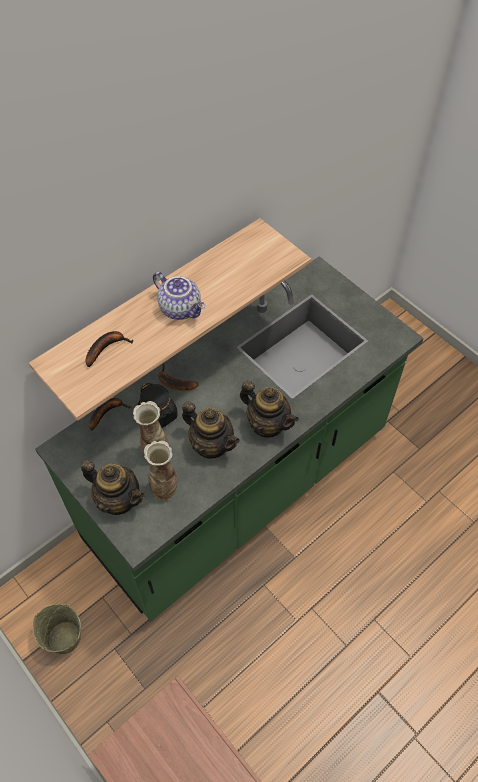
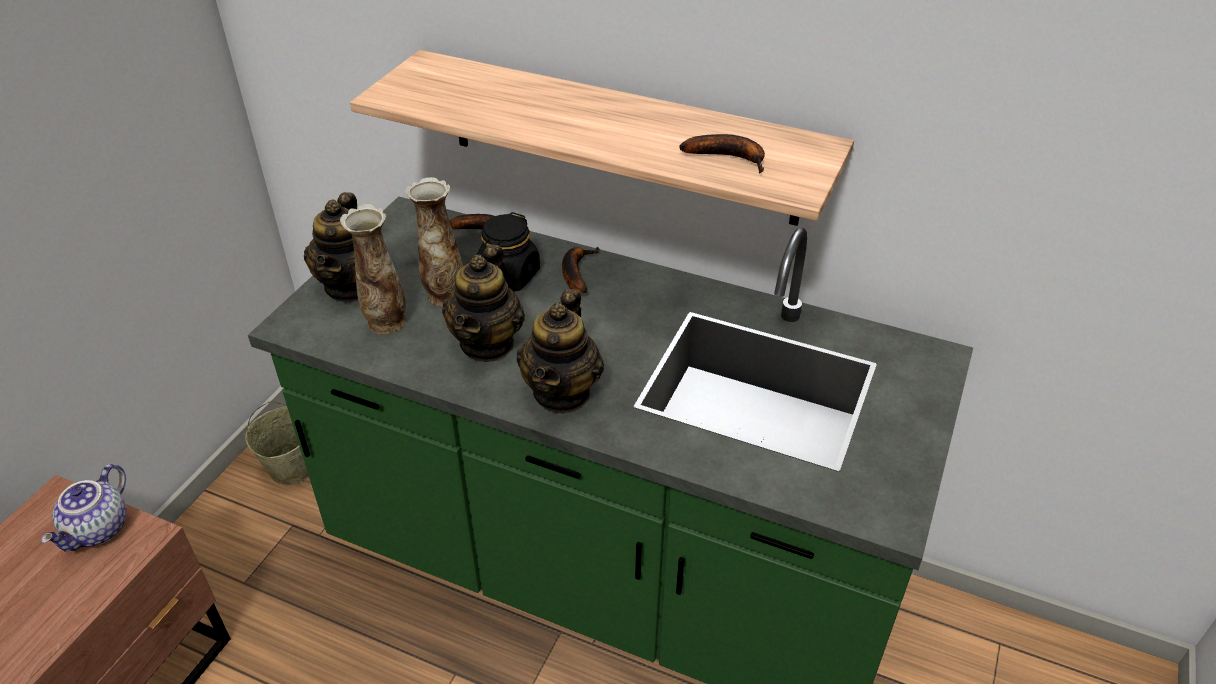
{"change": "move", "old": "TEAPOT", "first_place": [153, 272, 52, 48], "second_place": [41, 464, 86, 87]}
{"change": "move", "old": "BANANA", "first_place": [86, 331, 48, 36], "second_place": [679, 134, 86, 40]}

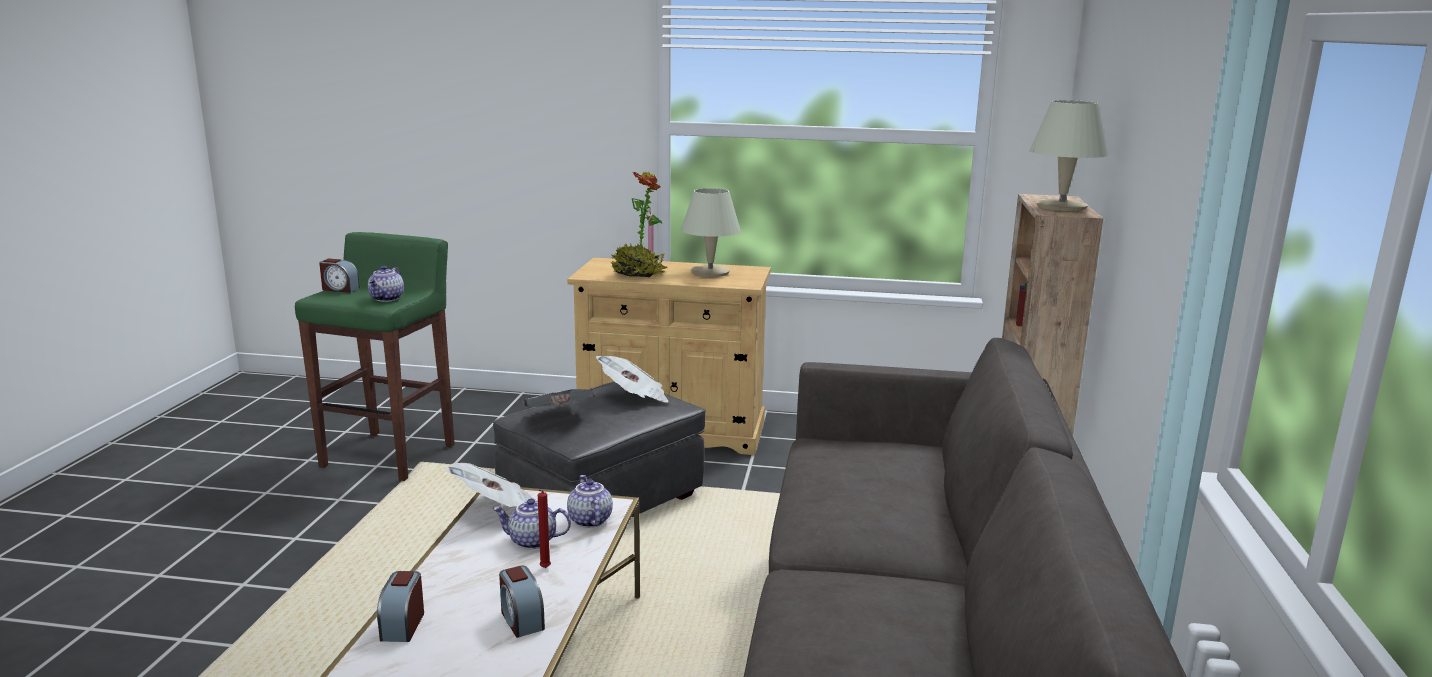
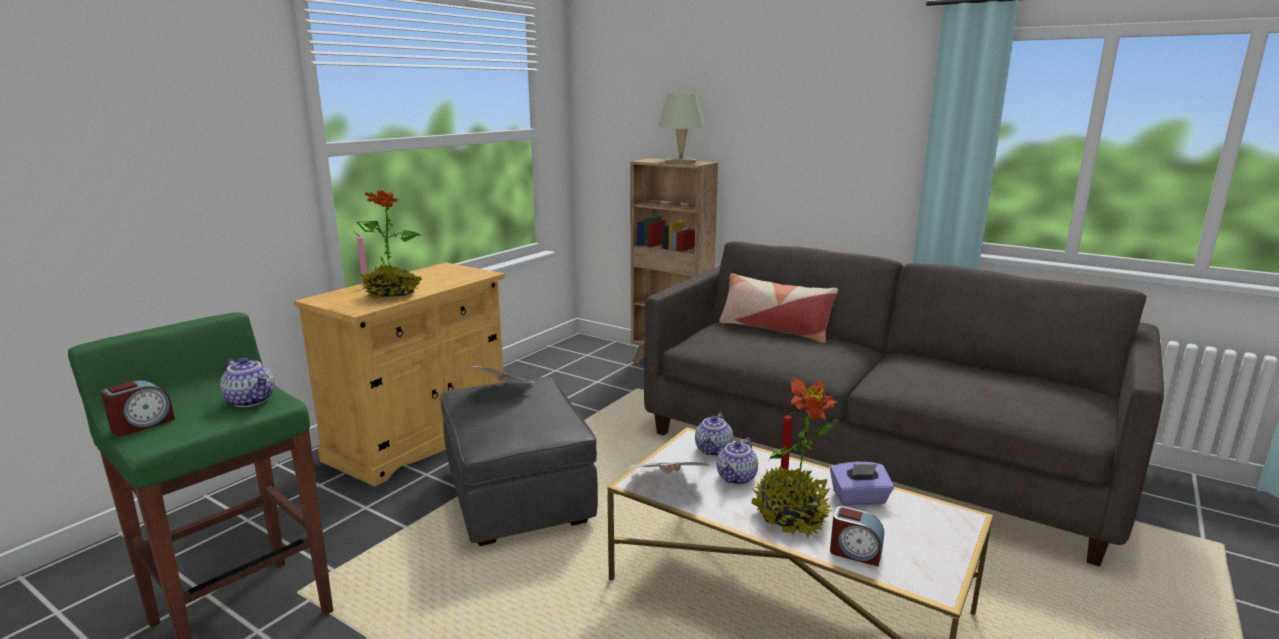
{"change": "rotate", "old": "TEAPOT", "first_place": [567, 475, 46, 53], "second_place": [695, 413, 38, 43], "degrees": -75}
{"change": "insert", "new": "PILLOW", "second_place": [719, 273, 119, 70]}
{"change": "insert", "new": "POTTED PLANT", "second_place": [751, 377, 88, 160]}
{"change": "replace", "old": "ALARM CLOCK", "new": "PURPLE TISSUE BOX", "first_place": [499, 566, 46, 72], "second_place": [830, 462, 64, 44]}
{"change": "delete", "old": "NEWSPAPER", "first_place": [522, 389, 73, 18]}
{"change": "delete", "old": "BEIGE TABLE LAMP", "first_place": [681, 188, 60, 89]}

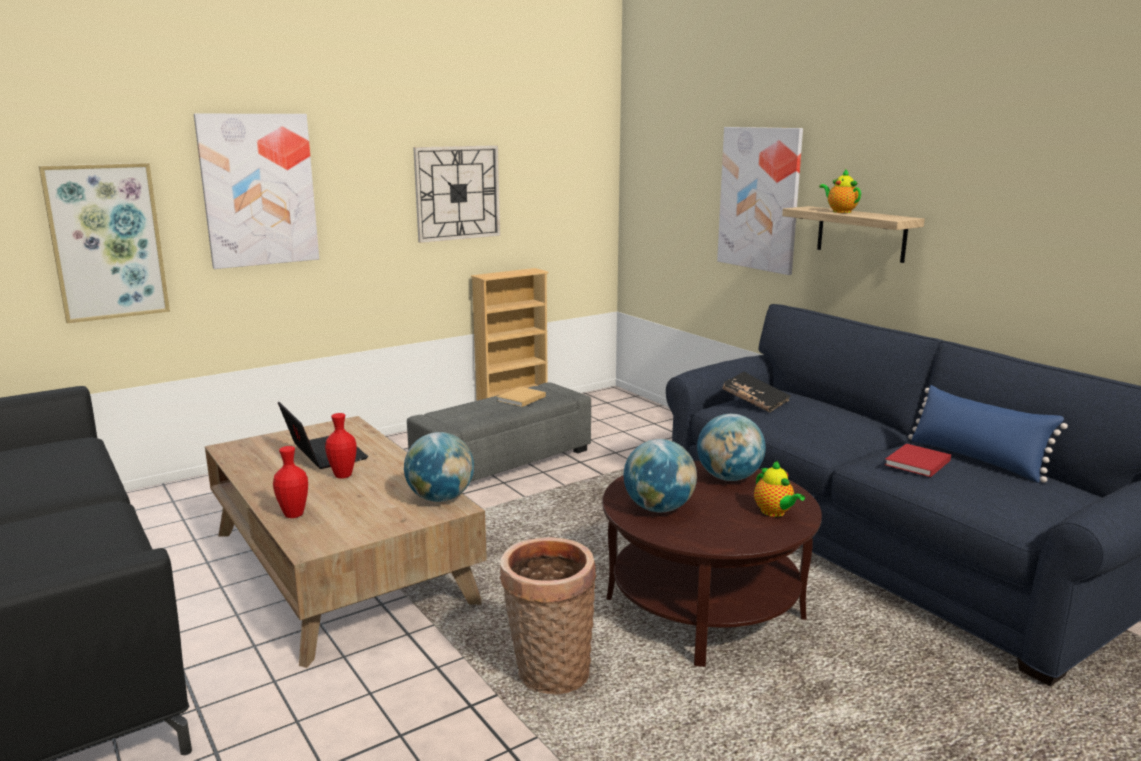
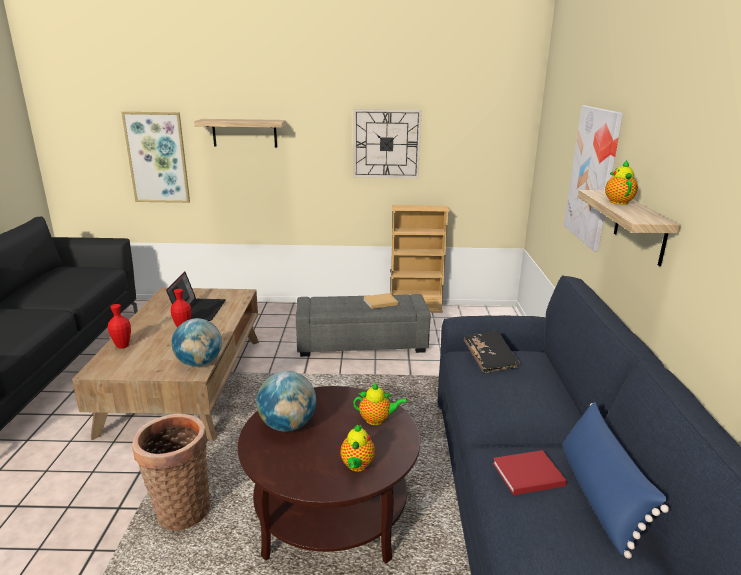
{"change": "replace", "old": "PICTURE", "new": "SHELF", "first_place": [194, 114, 125, 155], "second_place": [194, 119, 92, 28]}
{"change": "replace", "old": "GLOBE", "new": "TEAPOT", "first_place": [697, 414, 69, 67], "second_place": [353, 383, 54, 42]}

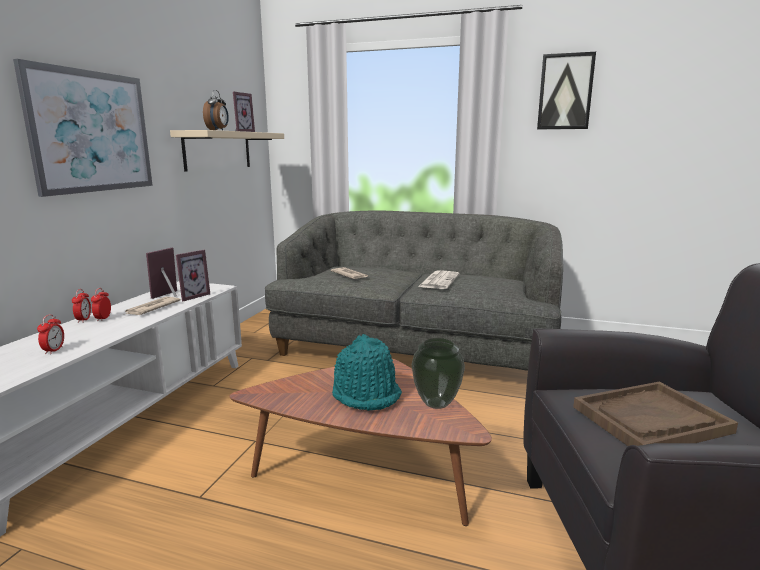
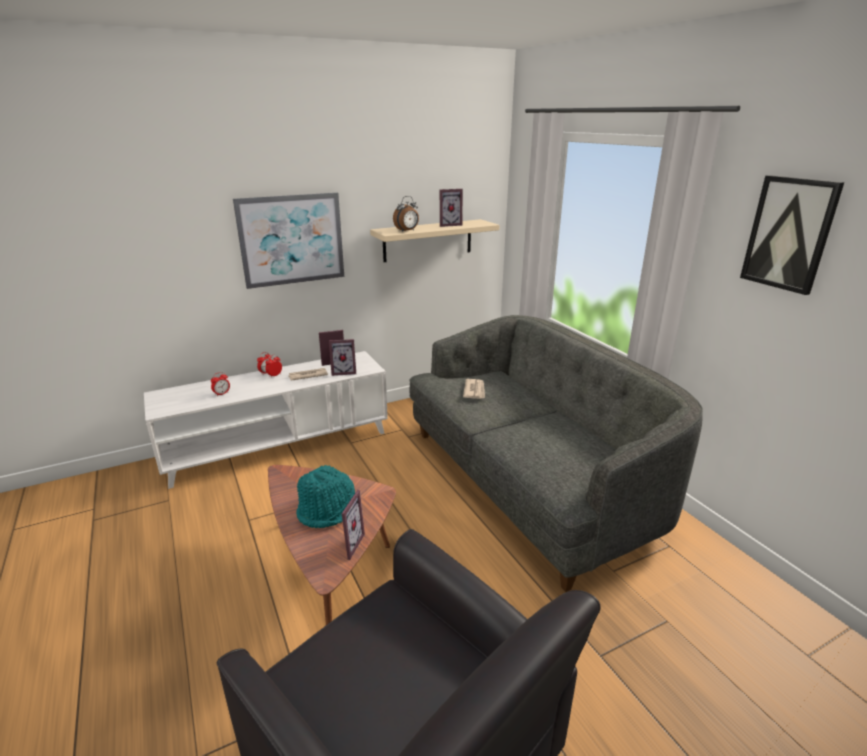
{"change": "replace", "old": "VASE", "new": "PICTURE FRAME", "first_place": [412, 338, 53, 71], "second_place": [342, 490, 23, 70]}
{"change": "delete", "old": "NEWSPAPER", "first_place": [418, 271, 41, 18]}
{"change": "delete", "old": "BROWN TRAY", "first_place": [573, 382, 165, 64]}

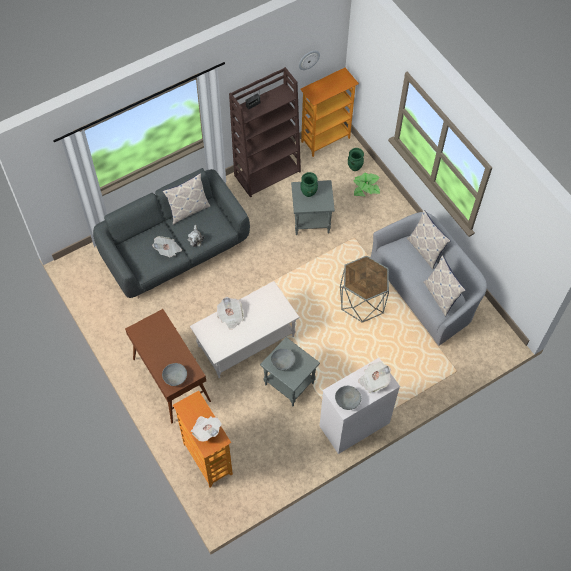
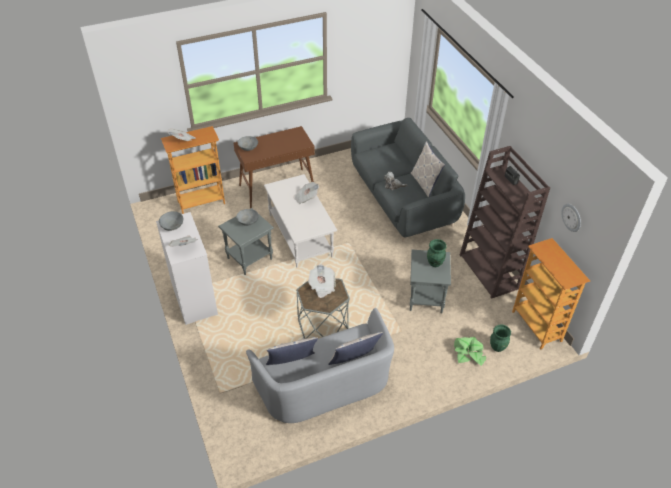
{"change": "move", "old": "NEWSPAPER", "first_place": [152, 236, 30, 21], "second_place": [308, 264, 28, 34]}

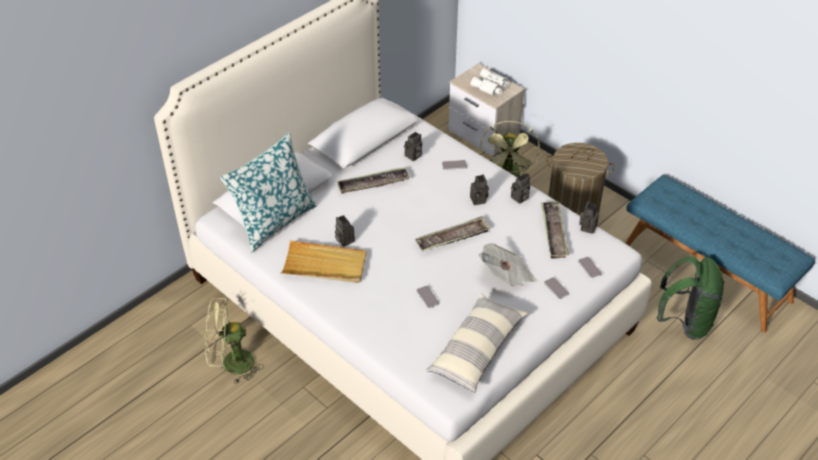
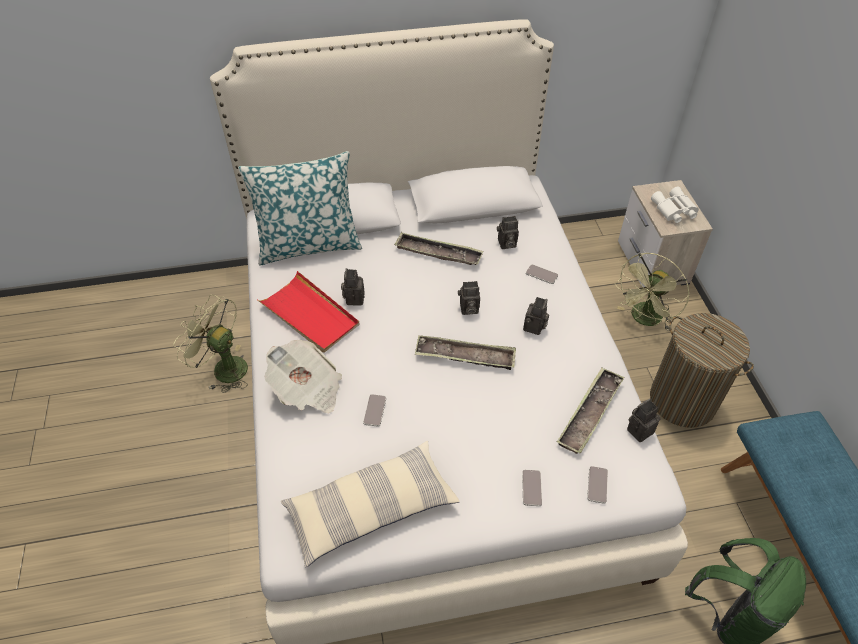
{"change": "recolor", "old": "BEIGE TRAY", "new": "RED TRAY", "first_place": [280, 240, 87, 43], "second_place": [257, 271, 103, 82]}
{"change": "move", "old": "NEWSPAPER", "first_place": [479, 243, 58, 44], "second_place": [264, 340, 78, 73]}
{"change": "move", "old": "PHOTO CAMERA", "first_place": [511, 174, 19, 30], "second_place": [458, 281, 22, 34]}

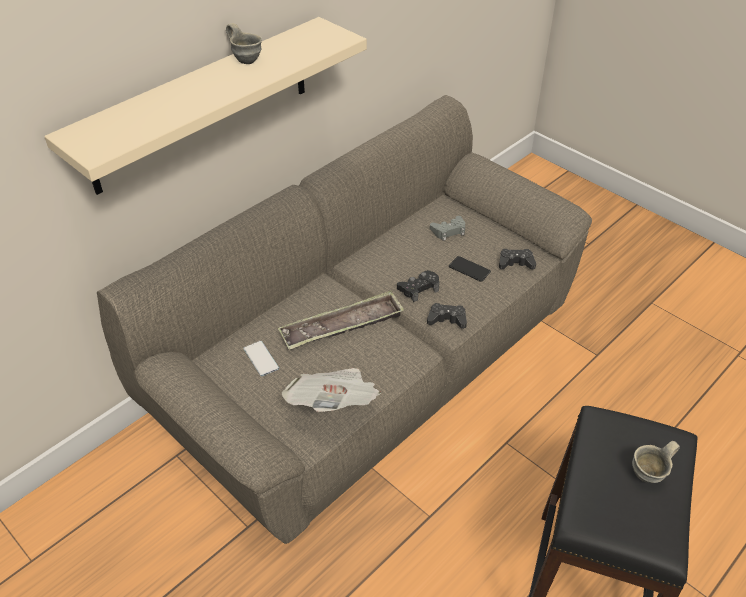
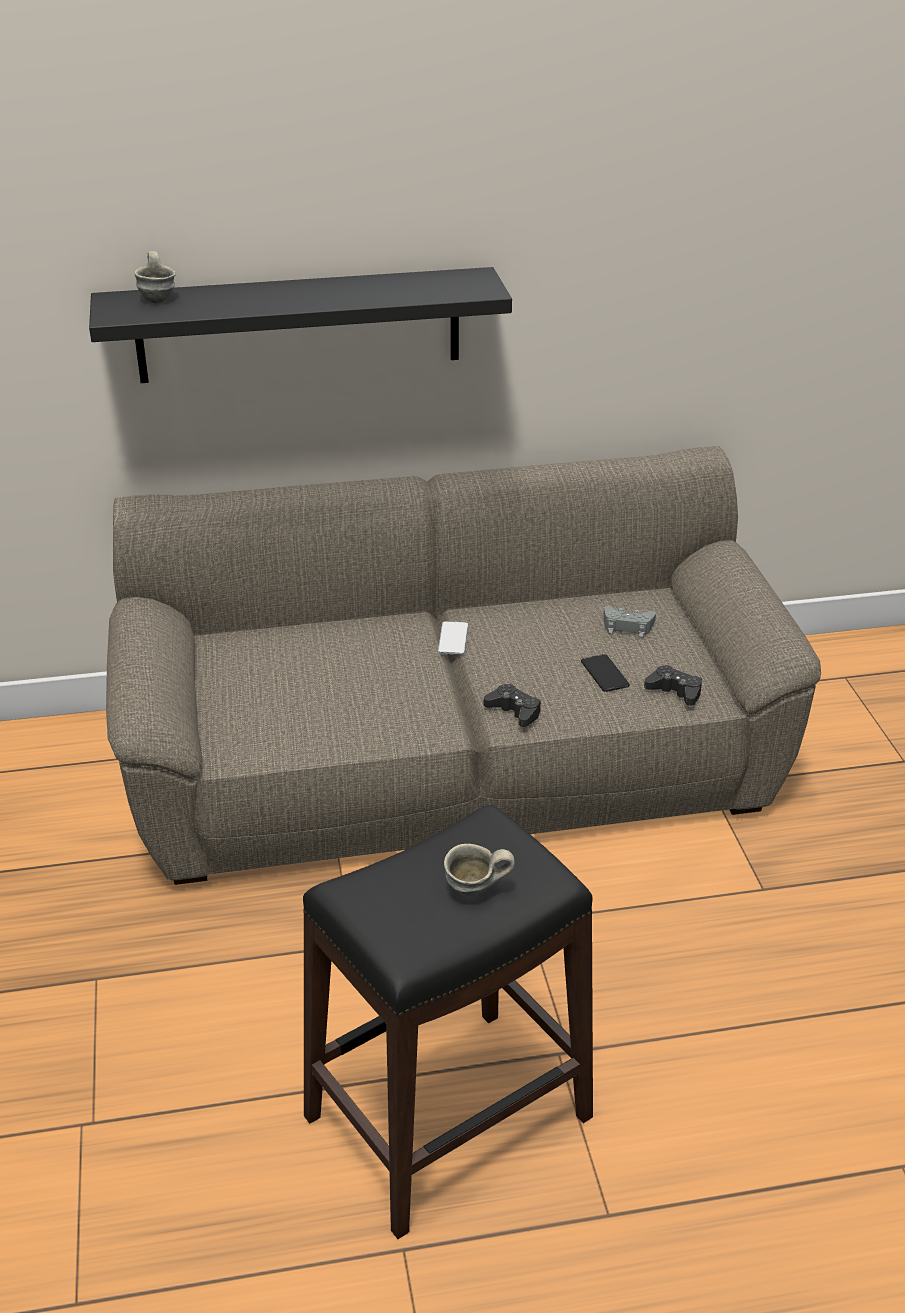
{"change": "recolor", "old": "BEIGE SHELF", "new": "BLACK SHELF", "first_place": [44, 17, 323, 178], "second_place": [89, 267, 423, 116]}
{"change": "move", "old": "GREY MUG", "first_place": [226, 23, 36, 41], "second_place": [134, 251, 42, 52]}
{"change": "move", "old": "PHONE", "first_place": [243, 341, 36, 35], "second_place": [438, 621, 30, 34]}
{"change": "delete", "old": "TRAY", "first_place": [278, 290, 126, 60]}
{"change": "delete", "old": "NEWSPAPER", "first_place": [281, 368, 100, 44]}
{"change": "delete", "old": "BLACK GAME CONTROLLER", "first_place": [397, 270, 42, 32]}

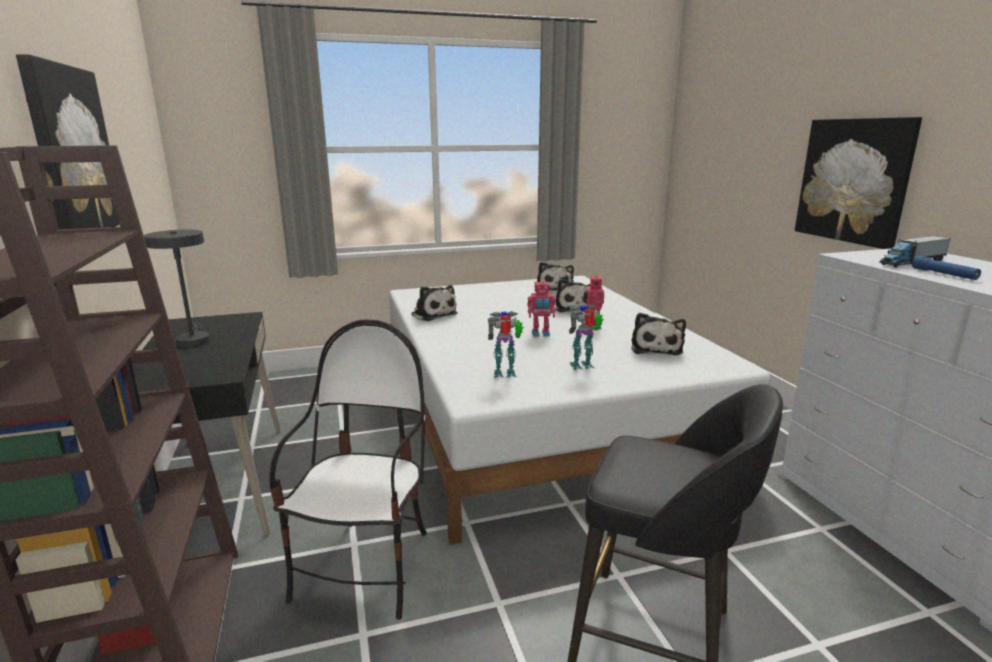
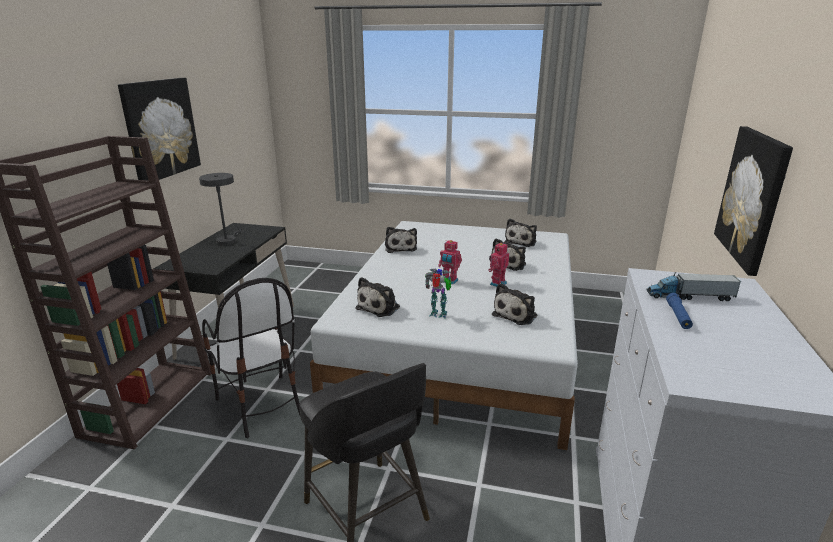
{"change": "rotate", "old": "CHAIR", "first_place": [269, 319, 158, 301], "second_place": [202, 278, 98, 160], "degrees": 105}
{"change": "replace", "old": "TOY ROBOT", "new": "PLUSH TOY", "first_place": [488, 311, 35, 67], "second_place": [356, 277, 44, 40]}

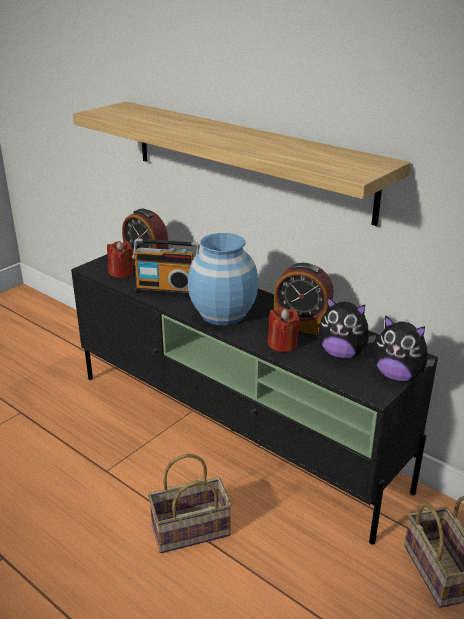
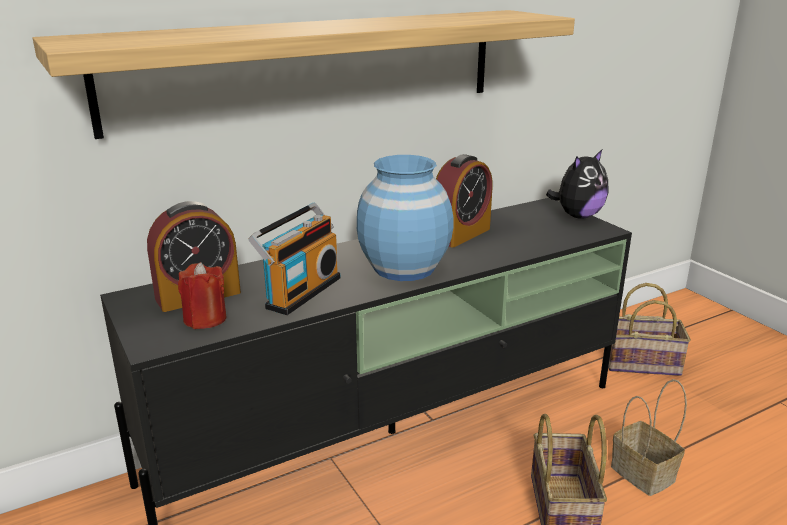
{"change": "insert", "new": "BASKET", "second_place": [611, 379, 76, 117]}
{"change": "delete", "old": "RED CANDLE", "first_place": [268, 307, 33, 45]}
{"change": "delete", "old": "PLUSH TOY", "first_place": [318, 296, 58, 63]}

